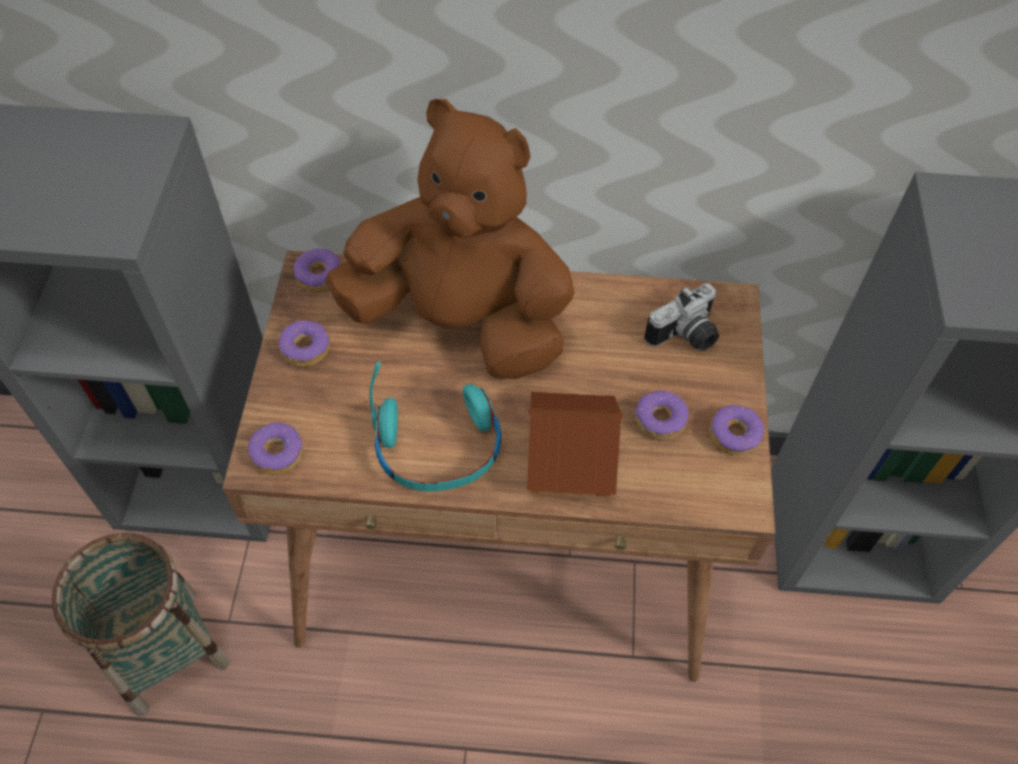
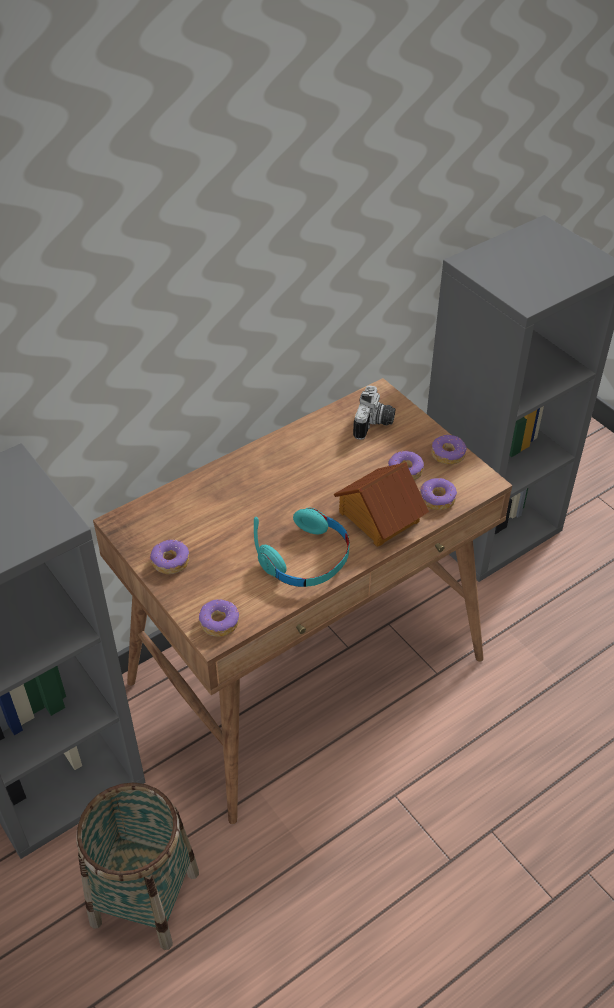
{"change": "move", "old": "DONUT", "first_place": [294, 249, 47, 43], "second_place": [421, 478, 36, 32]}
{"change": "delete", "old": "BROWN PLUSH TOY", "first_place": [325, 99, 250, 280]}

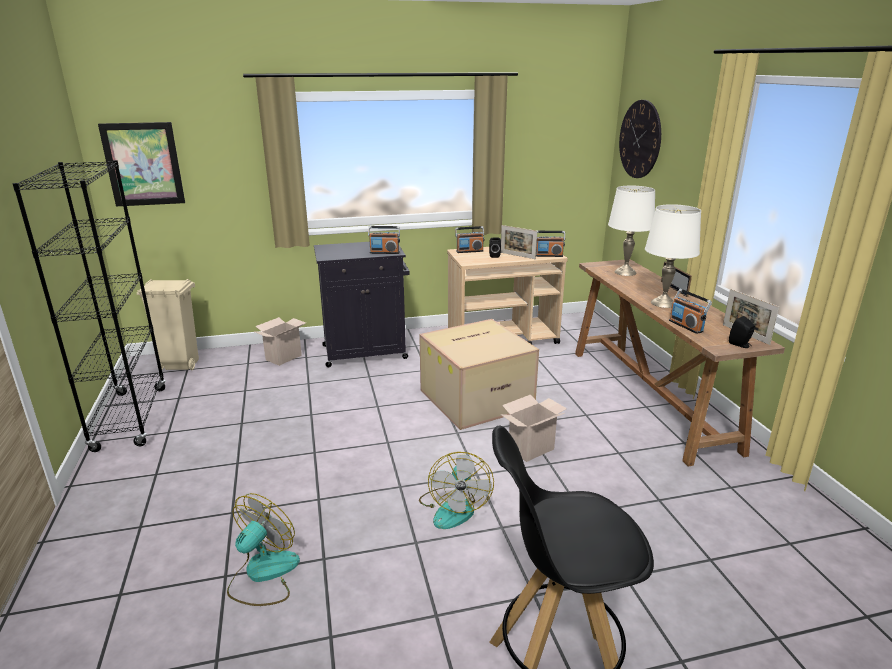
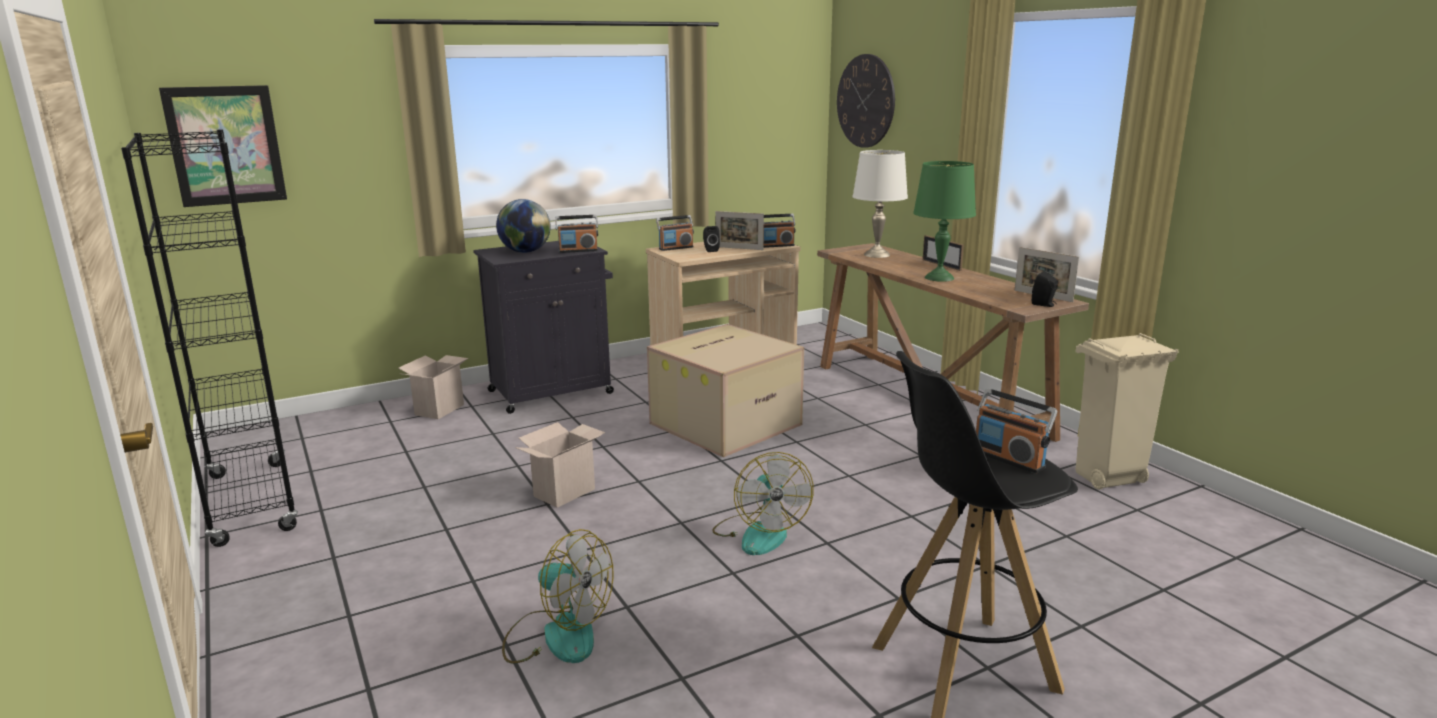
{"change": "insert", "new": "GLOBE", "second_place": [496, 199, 55, 54]}
{"change": "rotate", "old": "FAN", "first_place": [227, 493, 73, 113], "second_place": [502, 529, 112, 135], "degrees": 105}
{"change": "move", "old": "CARDBOARD BOX", "first_place": [500, 394, 67, 68], "second_place": [515, 422, 90, 86]}
{"change": "recolor", "old": "WHITE TABLE LAMP", "new": "GREEN TABLE LAMP", "first_place": [645, 204, 56, 104], "second_place": [913, 161, 63, 121]}
{"change": "move", "old": "RADIO", "first_place": [669, 289, 43, 45], "second_place": [976, 388, 81, 85]}
{"change": "move", "old": "BEIGE TRASH CAN", "first_place": [137, 279, 62, 91], "second_place": [1076, 333, 103, 157]}

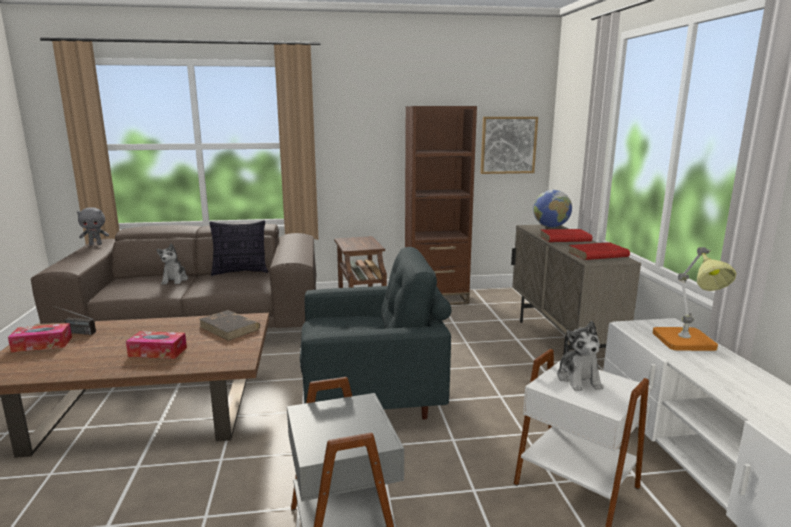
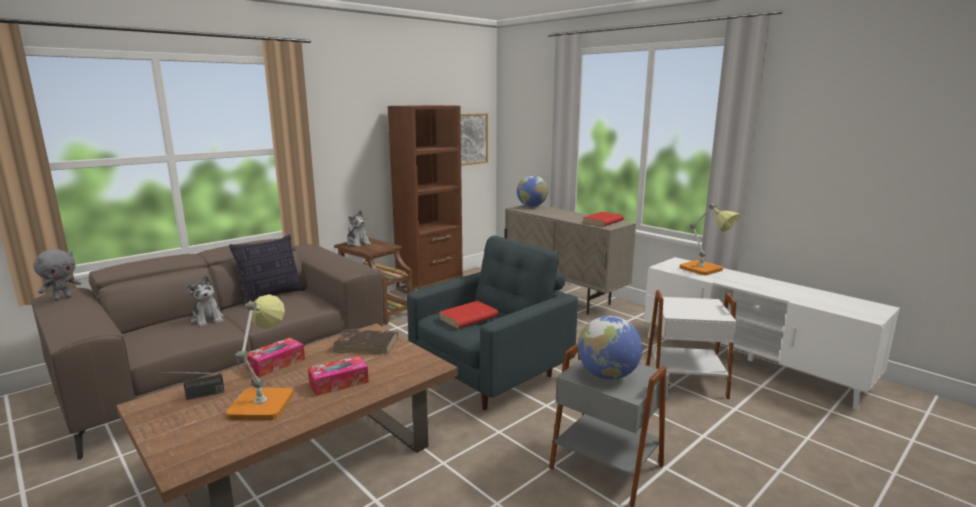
{"change": "insert", "new": "TABLE LAMP", "second_place": [226, 294, 67, 126]}
{"change": "move", "old": "TISSUE BOX", "first_place": [8, 323, 64, 29], "second_place": [246, 338, 59, 39]}
{"change": "move", "old": "PLUSH TOY", "first_place": [557, 321, 47, 70], "second_place": [347, 210, 24, 37]}
{"change": "move", "old": "RED BOOK", "first_place": [540, 229, 52, 13], "second_place": [439, 301, 59, 28]}
{"change": "insert", "new": "GLOBE", "second_place": [578, 316, 64, 64]}

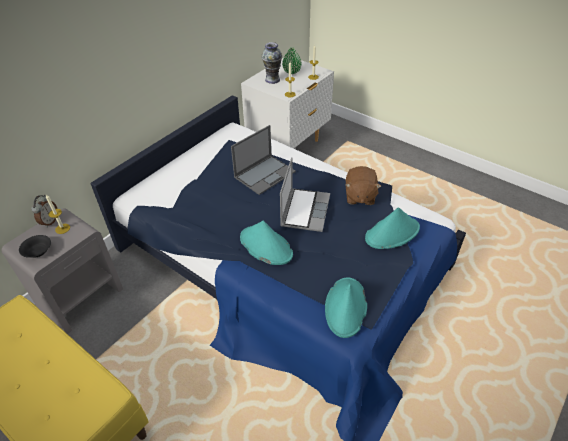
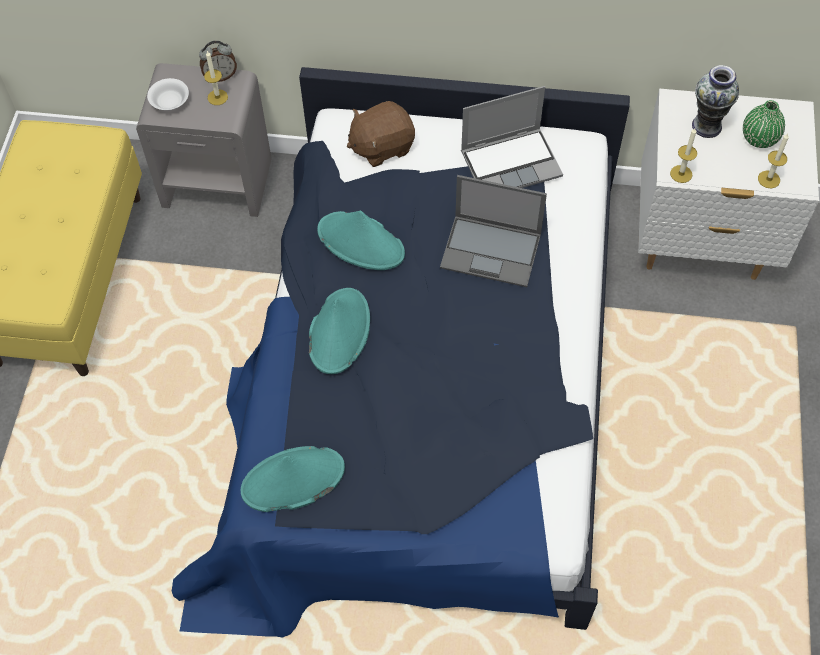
{"change": "recolor", "old": "BLACK BOWL", "new": "WHITE BOWL", "first_place": [19, 235, 32, 23], "second_place": [147, 78, 42, 32]}
{"change": "move", "old": "TURQUOISE HAT", "first_place": [365, 207, 55, 42], "second_place": [317, 211, 88, 59]}
{"change": "move", "old": "BROWN PLUSH TOY", "first_place": [345, 166, 36, 39], "second_place": [347, 101, 68, 66]}
{"change": "move", "old": "LAPTOP", "first_place": [280, 157, 50, 75], "second_place": [461, 86, 102, 102]}

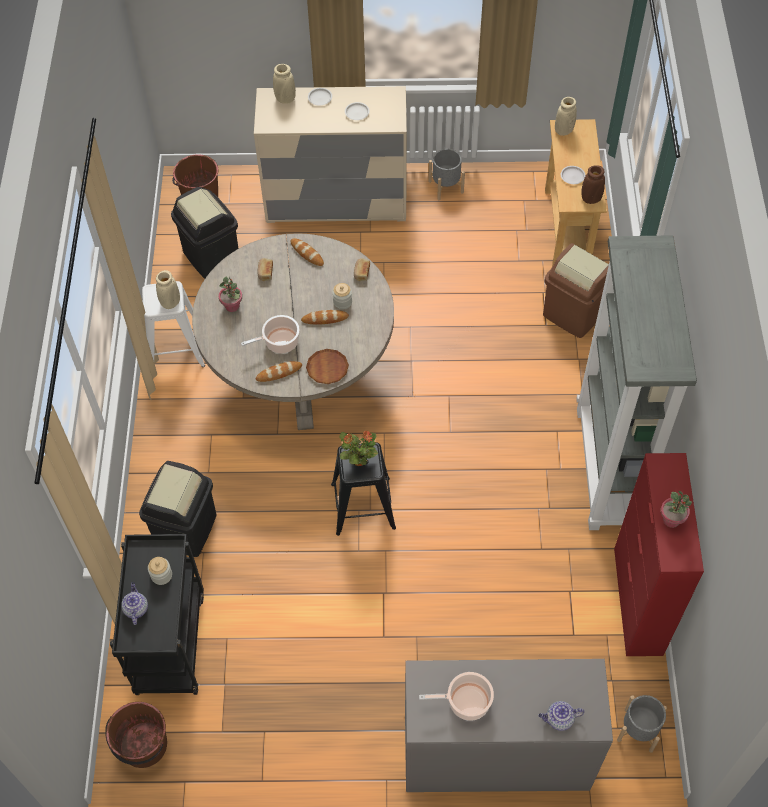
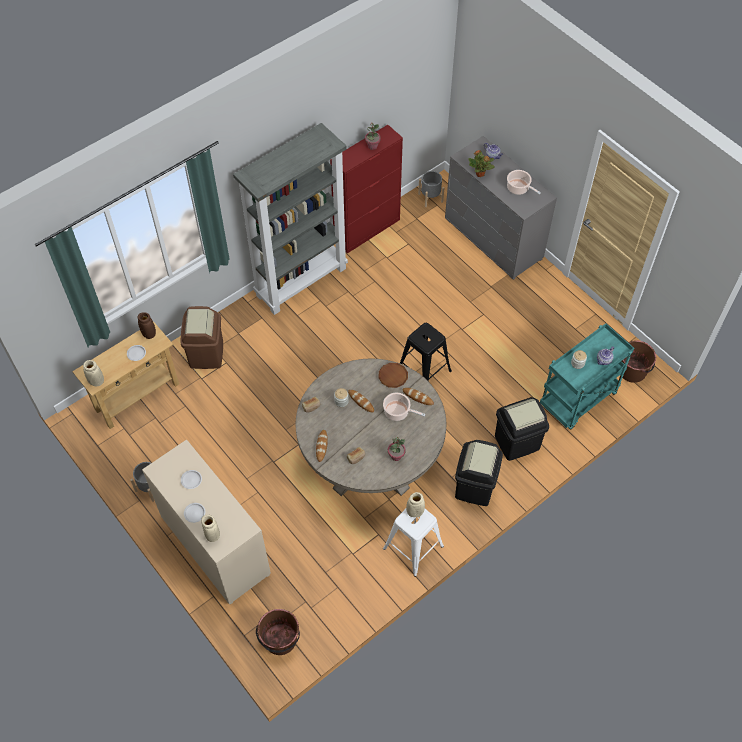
{"change": "move", "old": "BLACK TRASH CAN", "first_place": [171, 187, 67, 92], "second_place": [455, 440, 48, 66]}
{"change": "move", "old": "POTTED PLANT", "first_place": [340, 431, 38, 35], "second_place": [468, 151, 27, 26]}
{"change": "recolor", "old": "BLACK CART", "new": "TURQUOISE CART", "first_place": [110, 534, 94, 161], "second_place": [540, 323, 94, 106]}

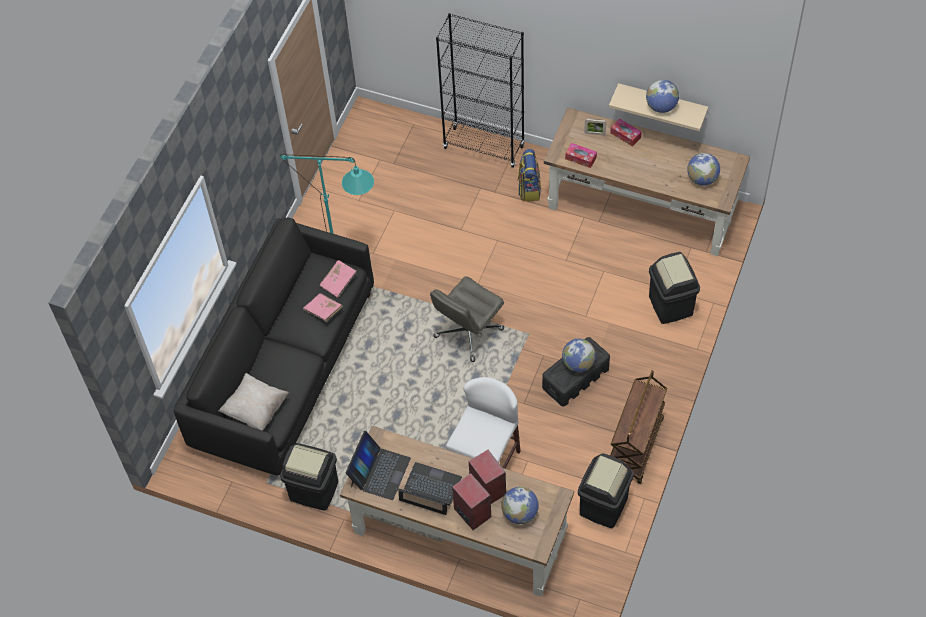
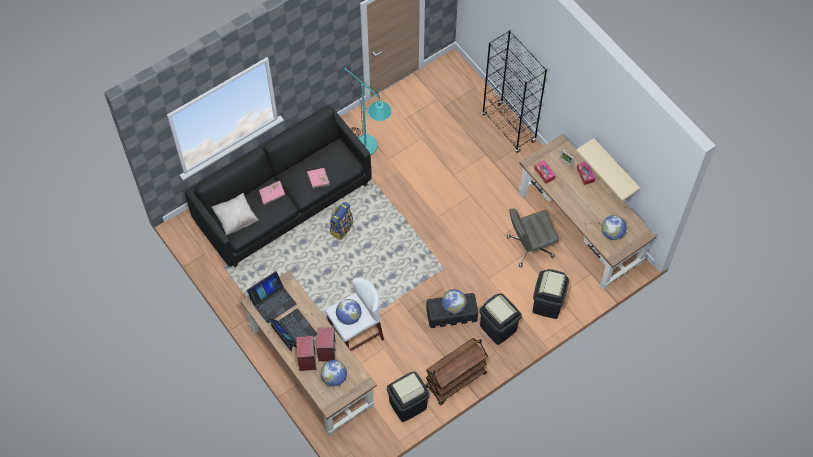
{"change": "move", "old": "PINK BOOK", "first_place": [320, 260, 37, 38], "second_place": [259, 181, 27, 24]}
{"change": "move", "old": "BACKPACK", "first_place": [518, 149, 23, 52], "second_place": [330, 202, 23, 38]}
{"change": "move", "old": "GLOBE", "first_place": [646, 80, 33, 33], "second_place": [336, 299, 26, 26]}
{"change": "move", "old": "BLACK TRASH CAN", "first_place": [280, 443, 58, 68], "second_place": [479, 294, 43, 51]}
{"change": "move", "old": "GREY OFFICE CHAIR", "first_place": [430, 276, 74, 86], "second_place": [507, 208, 52, 59]}

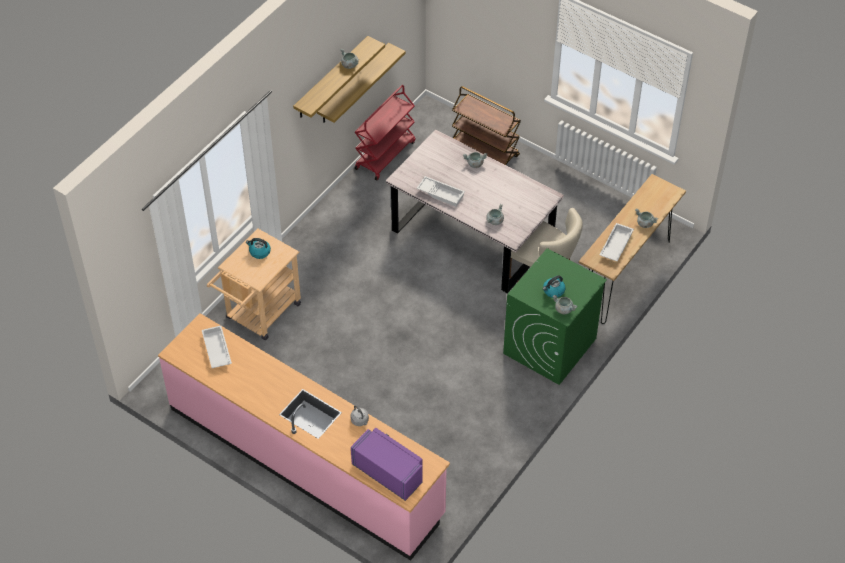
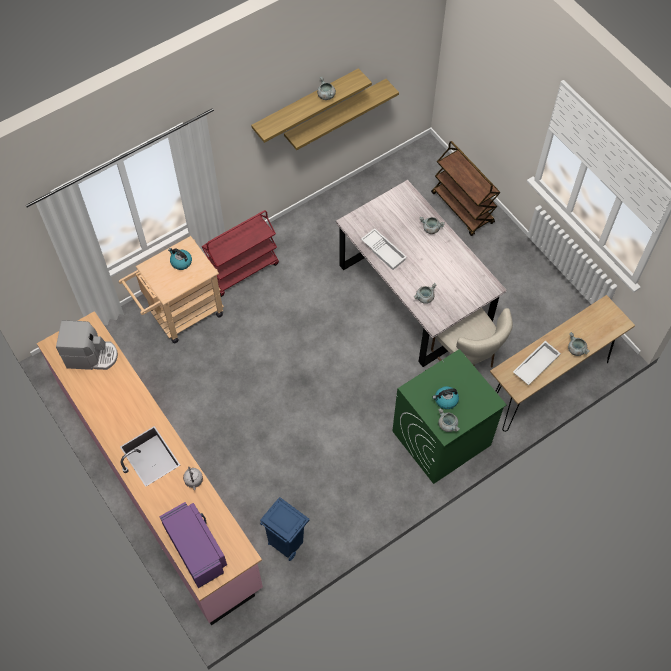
{"change": "replace", "old": "WHITE TRAY", "new": "COFFEE MACHINE", "first_place": [202, 326, 30, 42], "second_place": [56, 320, 62, 50]}
{"change": "move", "old": "RED CART", "first_place": [355, 85, 60, 96], "second_place": [202, 210, 77, 87]}
{"change": "insert", "new": "BLUE TRASH CAN", "second_place": [260, 497, 50, 64]}

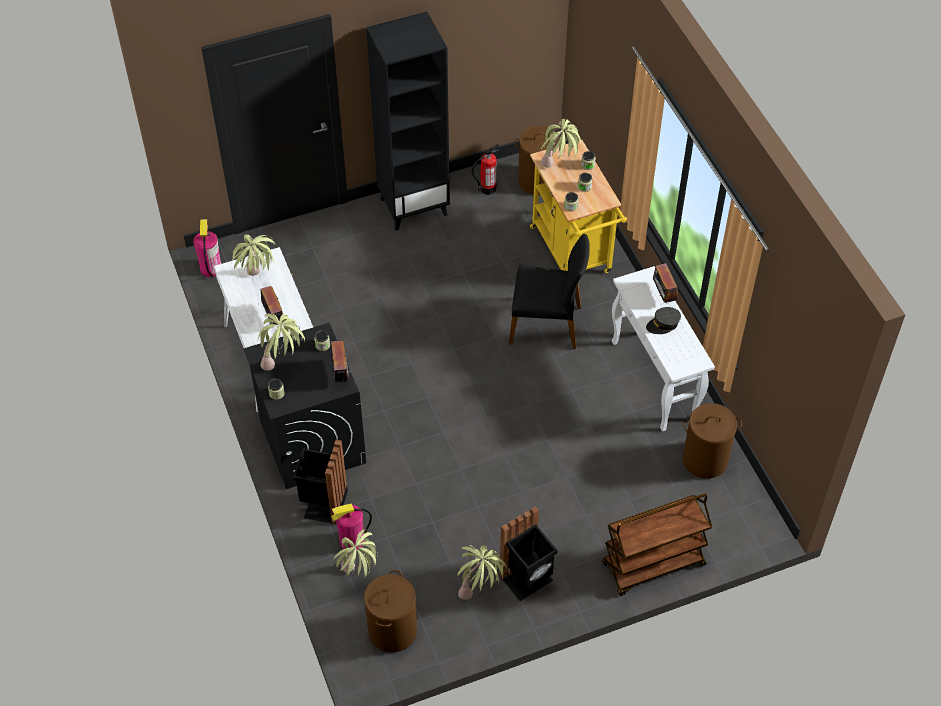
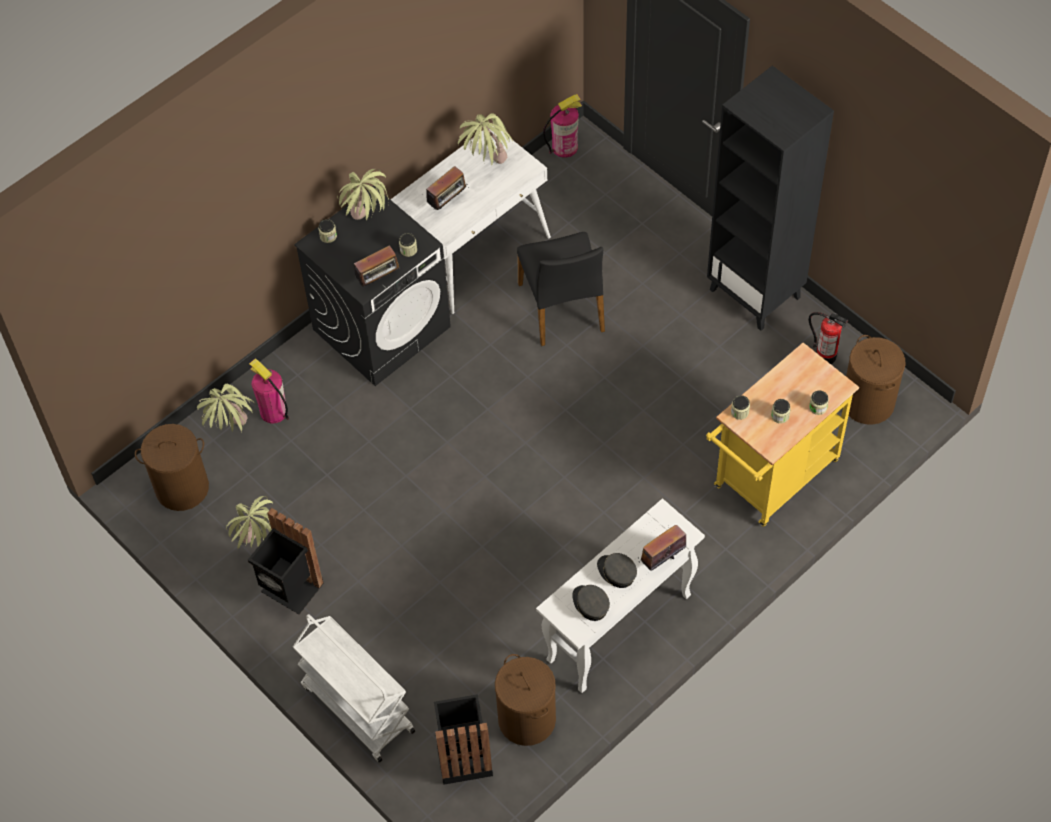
{"change": "recolor", "old": "BROWN CART", "new": "WHITE CART", "first_place": [602, 494, 110, 102], "second_place": [293, 614, 122, 149]}
{"change": "move", "old": "BLACK TRASH CAN", "first_place": [293, 440, 55, 84], "second_place": [434, 694, 59, 91]}
{"change": "move", "old": "BLACK CHAIR", "first_place": [509, 234, 81, 115], "second_place": [517, 232, 88, 114]}
{"change": "insert", "new": "GREY CAP", "second_place": [572, 585, 38, 36]}
{"change": "delete", "old": "POTTED PLANT", "first_place": [541, 119, 40, 49]}

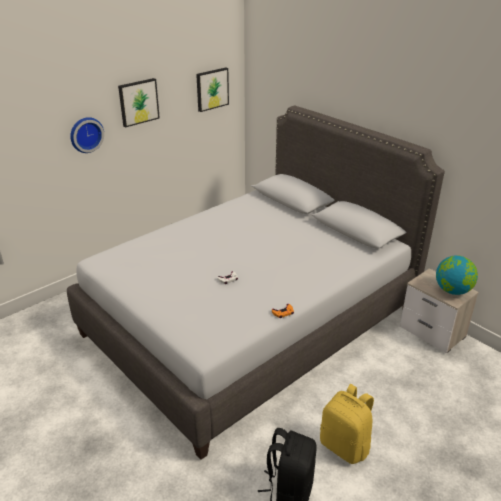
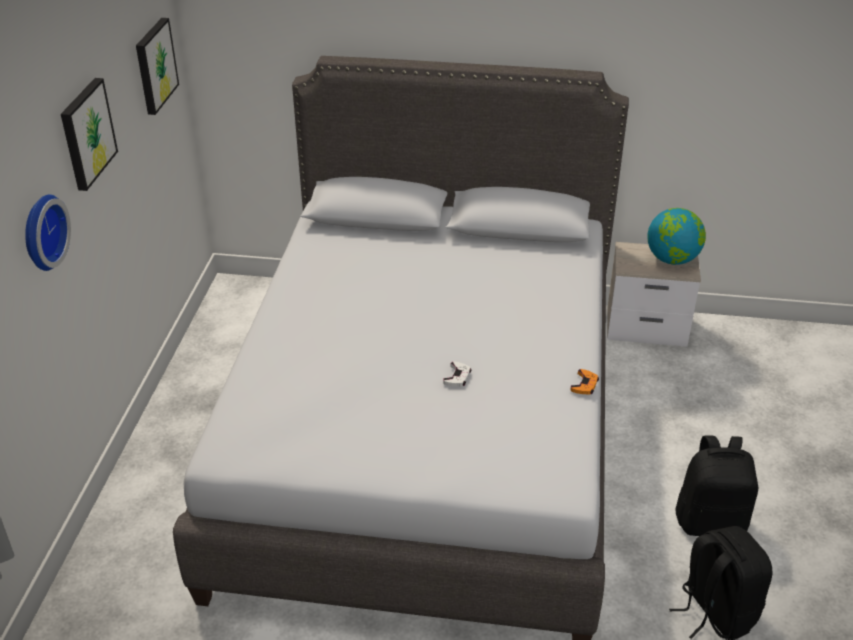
{"change": "recolor", "old": "YELLOW BACKPACK", "new": "BLACK BACKPACK", "first_place": [320, 384, 54, 80], "second_place": [676, 435, 82, 101]}

